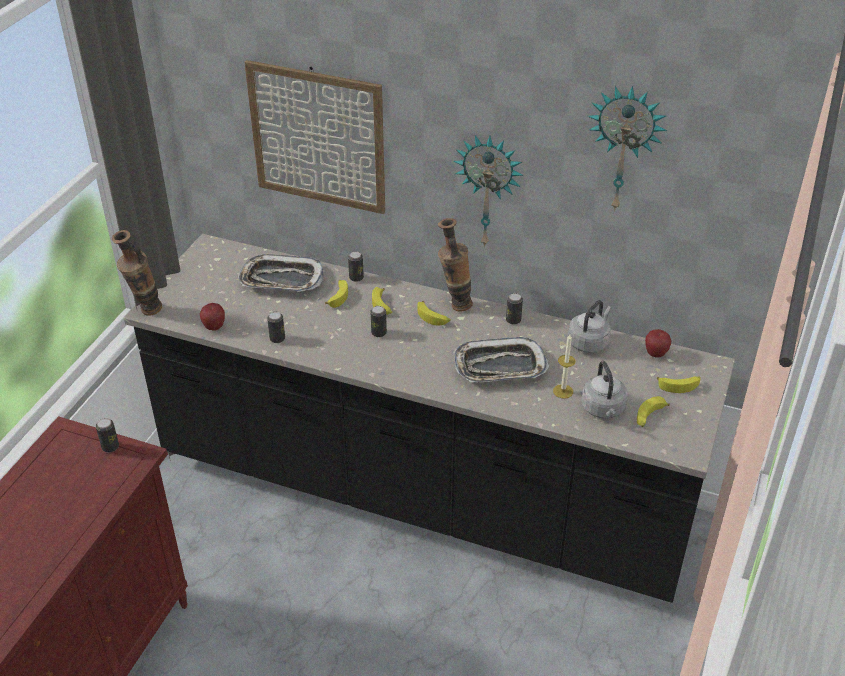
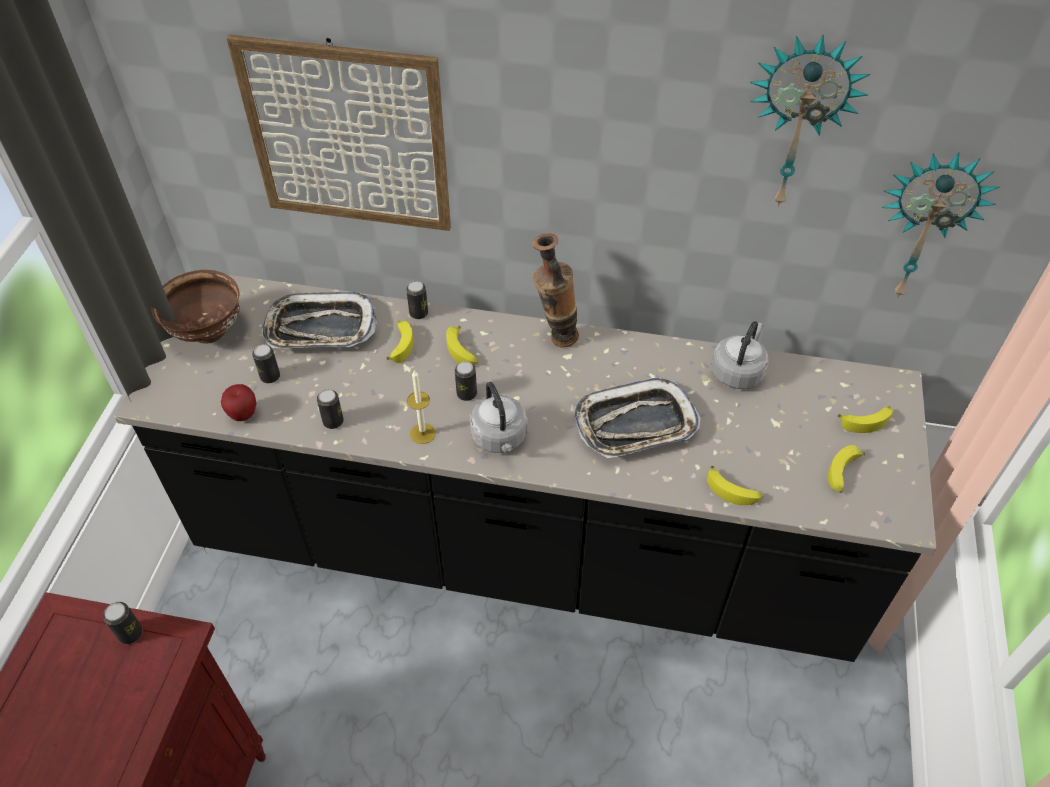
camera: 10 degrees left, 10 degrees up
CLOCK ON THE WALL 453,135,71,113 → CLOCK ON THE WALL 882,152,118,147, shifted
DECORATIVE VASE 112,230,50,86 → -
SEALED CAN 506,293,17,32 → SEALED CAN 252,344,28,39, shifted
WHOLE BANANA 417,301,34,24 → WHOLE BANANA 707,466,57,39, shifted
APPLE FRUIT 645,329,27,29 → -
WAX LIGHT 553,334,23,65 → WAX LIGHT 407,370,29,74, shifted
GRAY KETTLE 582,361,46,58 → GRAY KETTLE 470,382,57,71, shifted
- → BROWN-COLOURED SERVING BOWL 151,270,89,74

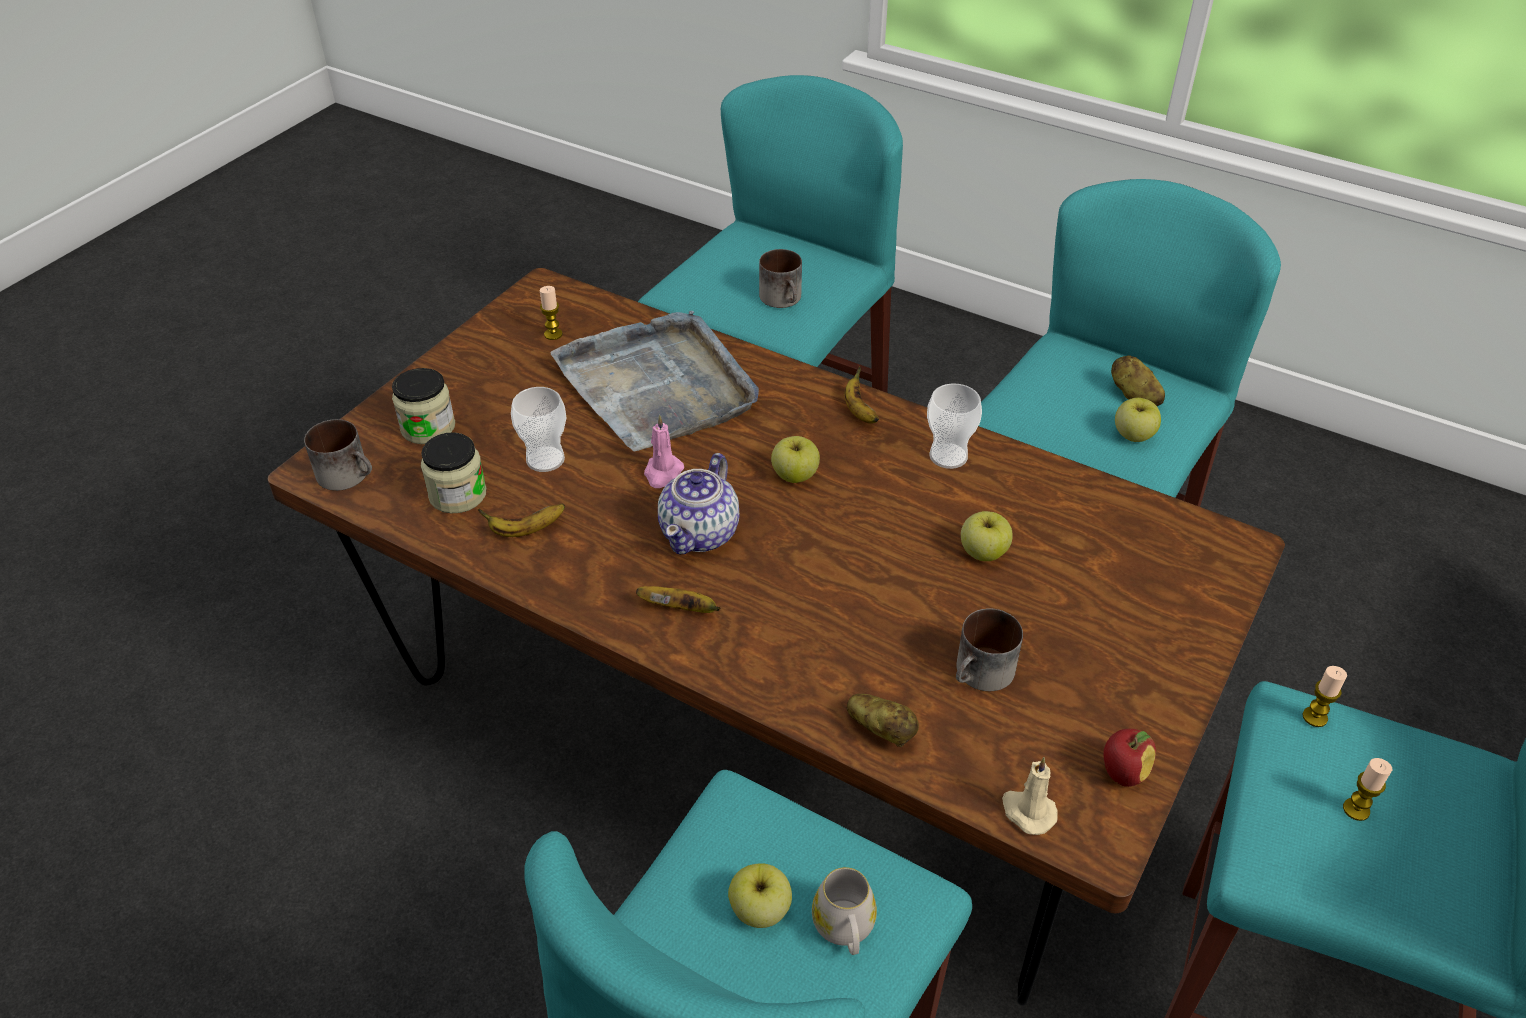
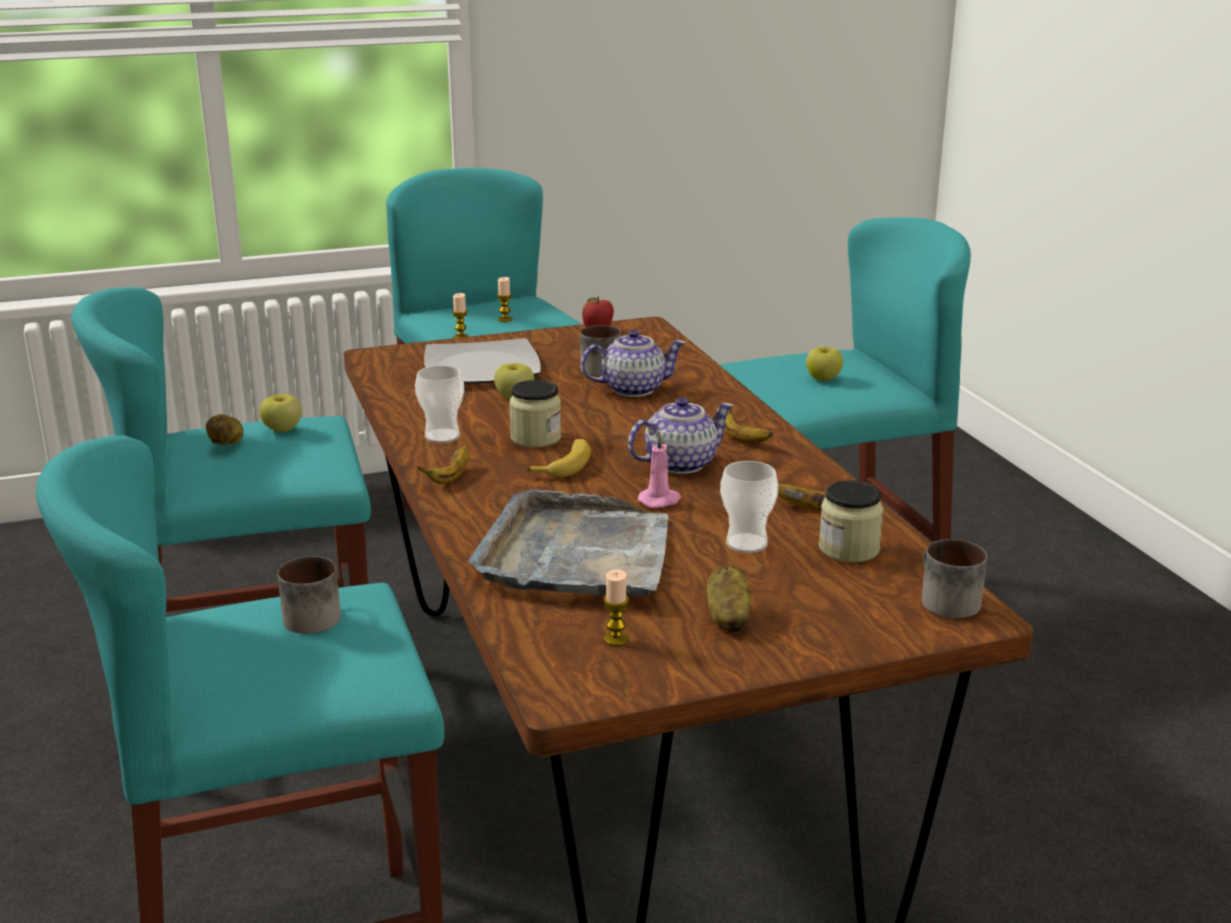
camera: 140 degrees left, 20 degrees down
PRESERVE JAR 392,368,63,76 → PRESERVE JAR 509,380,52,68, shifted
APPLE FRUIT 771,436,49,47 → WHOLE BANANA 527,439,64,38
WHOLE POTATO 847,694,72,53 → WHOLE POTATO 707,565,44,68, shifted
SAND-COLOURED WAX LIGHT 1002,757,56,78 → -
WHITE COFFEE MUG 812,867,65,88 → -
- → TEA POT 581,330,105,67
- → PLATE 424,338,117,46

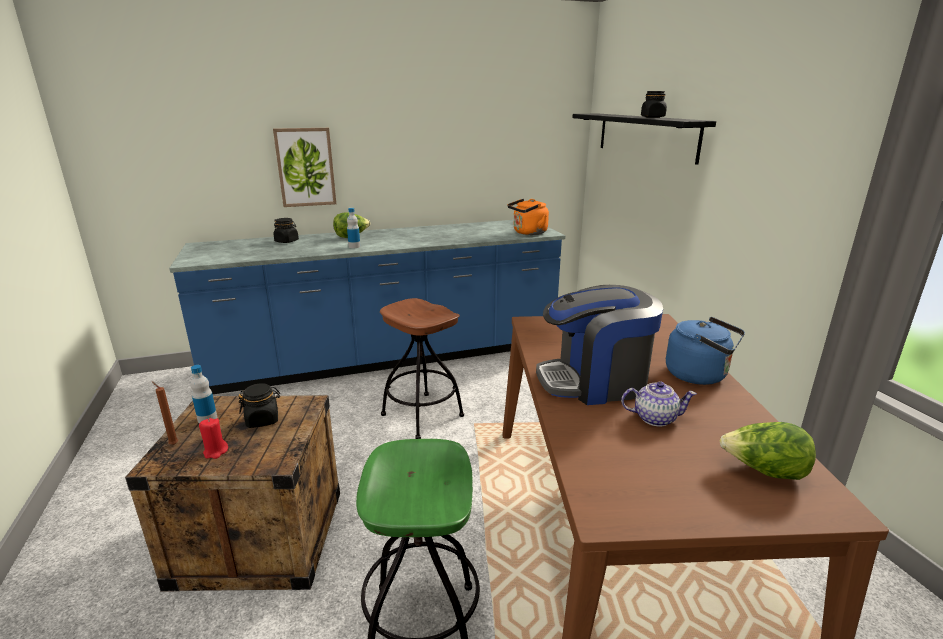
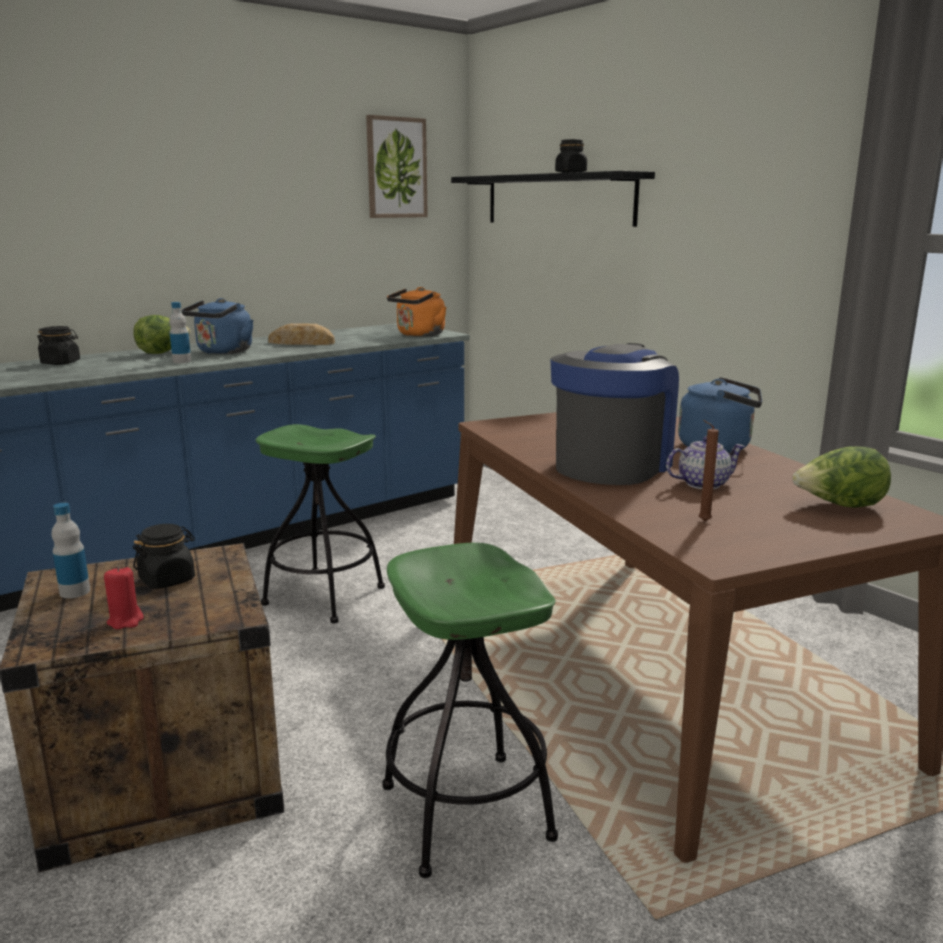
camera: 20 degrees left, 5 degrees down
PICTURE 273,128,63,79 → PICTURE 366,115,62,103, shifted
COFFEE BREWER 536,285,127,120 → COFFEE BREWER 550,343,129,142, 150 degrees clockwise
BROWN-COLOURED STOOL SEAT 380,298,84,141 → GREEN STOOL SEAT 256,424,129,199
BROWN-COLOURED WAX LIGHT 152,381,26,64 → BROWN-COLOURED WAX LIGHT 699,420,20,102, shifted
- → BLUE-COLOURED KETTLE 182,298,72,56
- → BAKED BREAD 268,323,67,22

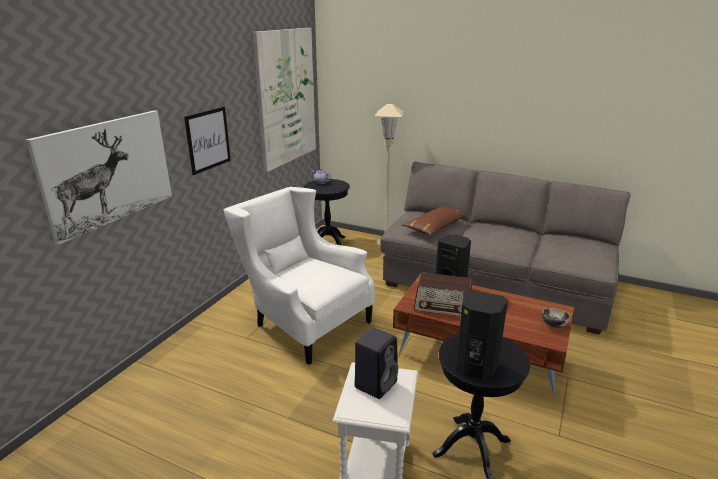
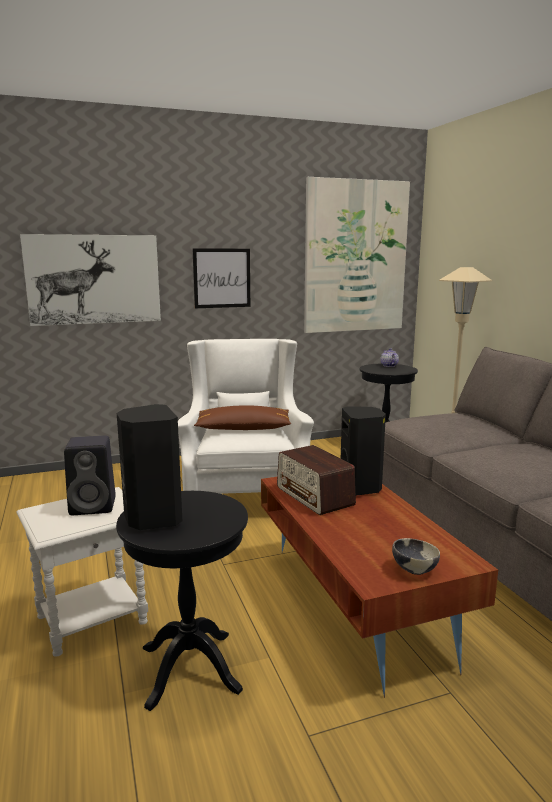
camera: 45 degrees right, 10 degrees down
BROWN-COLOURED PILLOW 402,206,66,29 → BROWN-COLOURED PILLOW 194,405,97,25, shifted

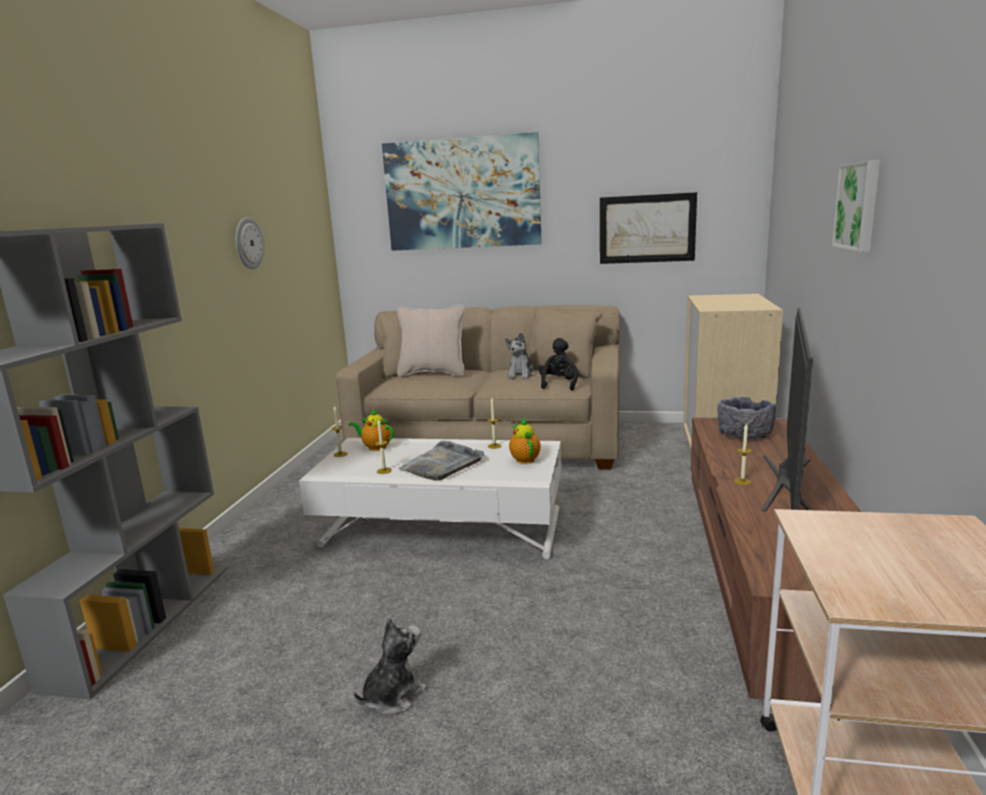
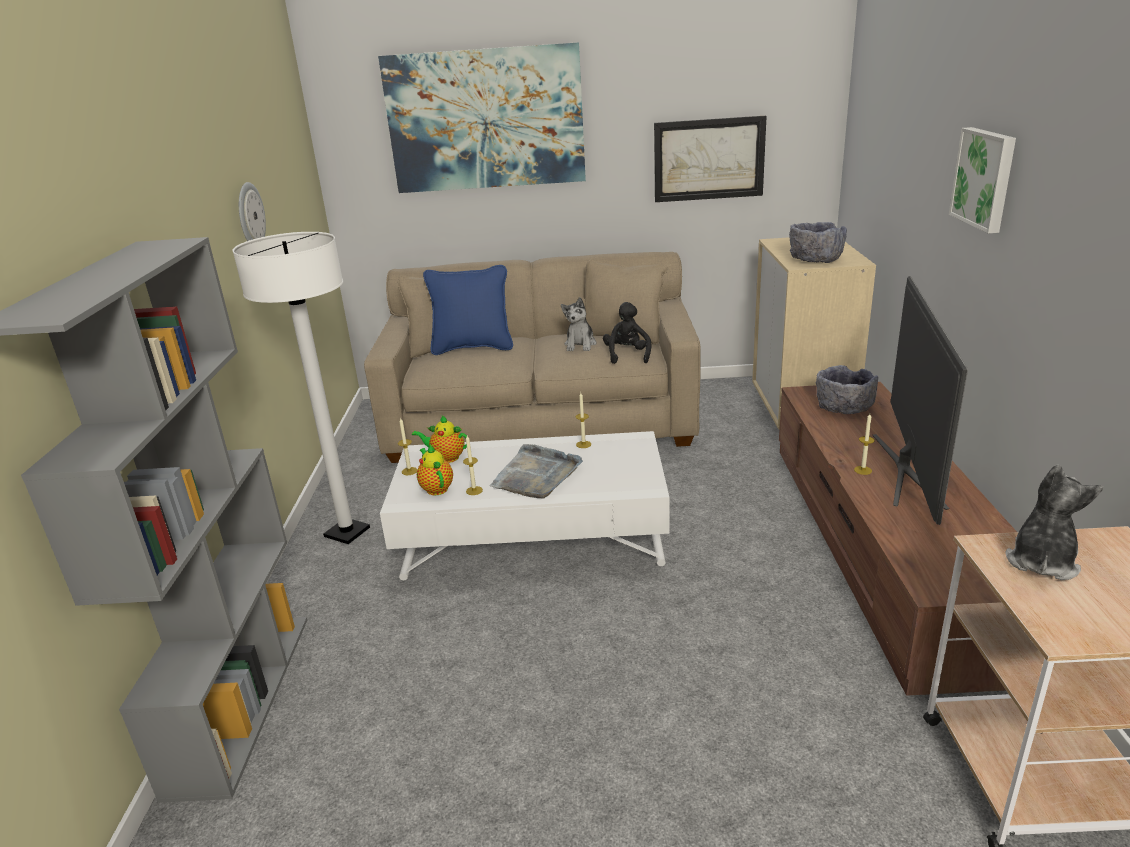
camera: 10 degrees left, 10 degrees up
SAND-COLOURED PILLOW 397,305,68,72 → BLUE-COLOURED PILLOW 423,265,90,90
TEA POT 509,417,32,47 → TEA POT 417,444,36,51, shifted
SOFT TOY 354,618,73,97 → SOFT TOY 1005,464,98,116, shifted
- → GRAY SERVING BOWL 789,222,58,41
- → WHITE FLOOR LAMP 232,232,138,312

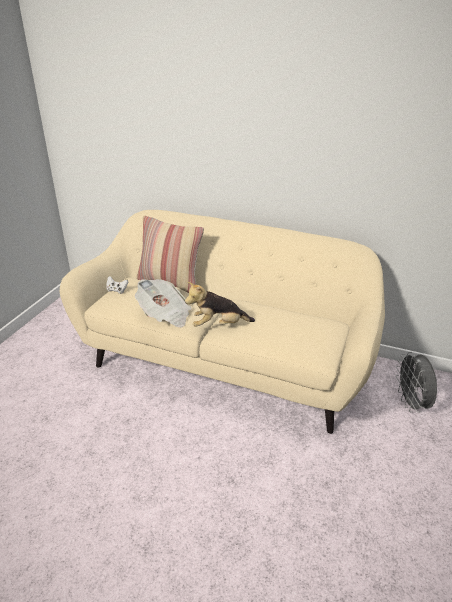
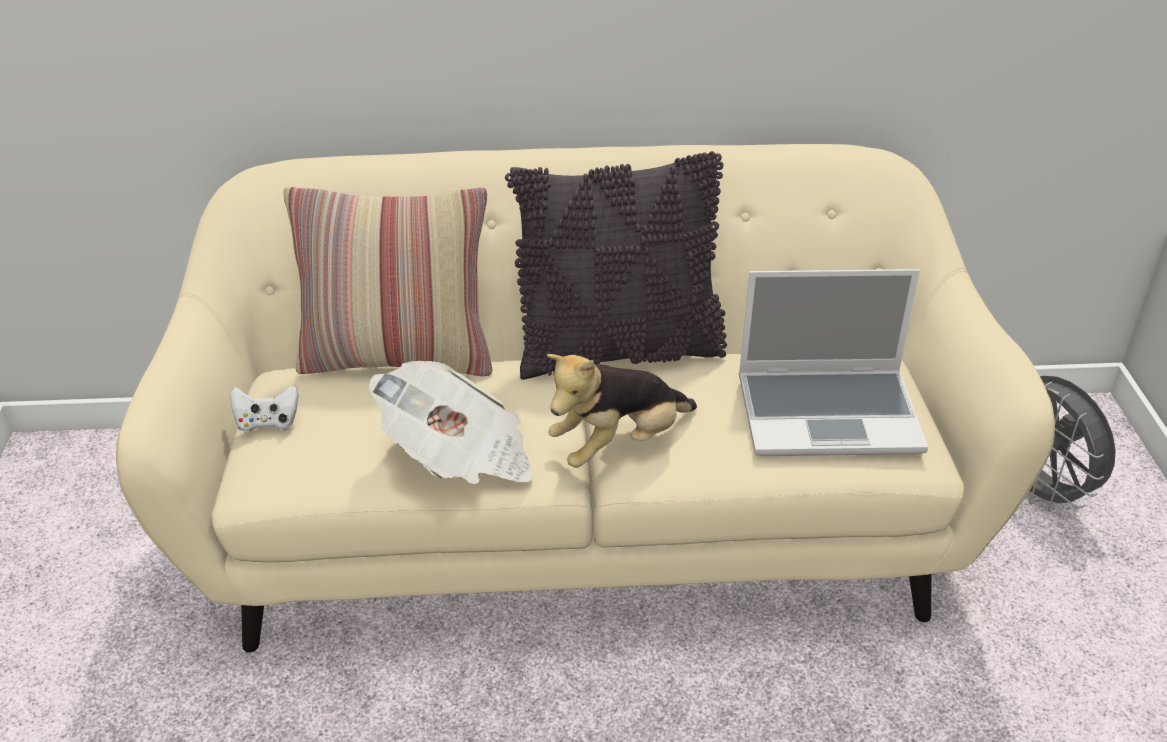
camera: 25 degrees left, 5 degrees up
- → BLACK PILLOW 505,151,222,229
- → NOTEBOOK COMPUTER 739,269,189,187

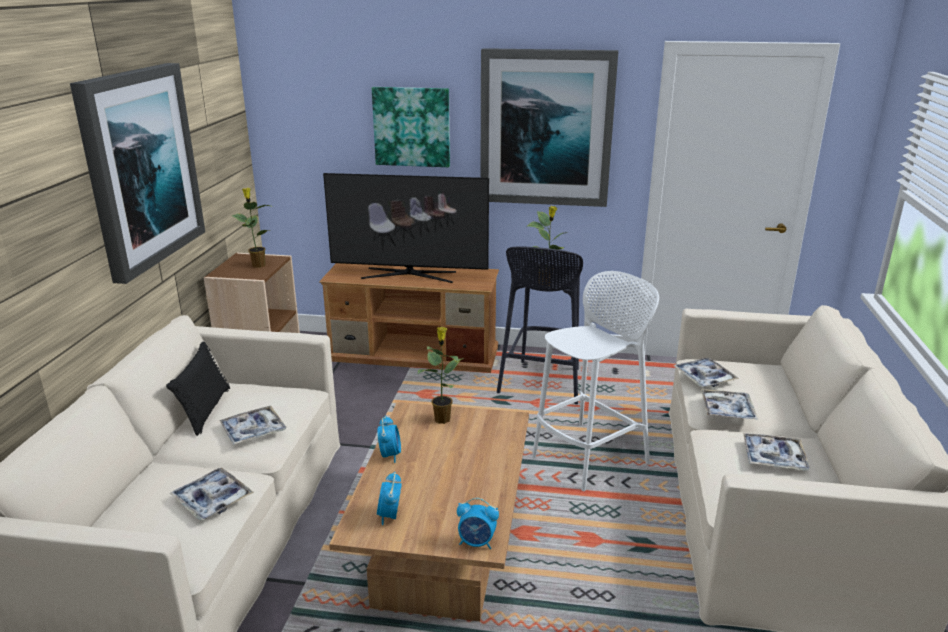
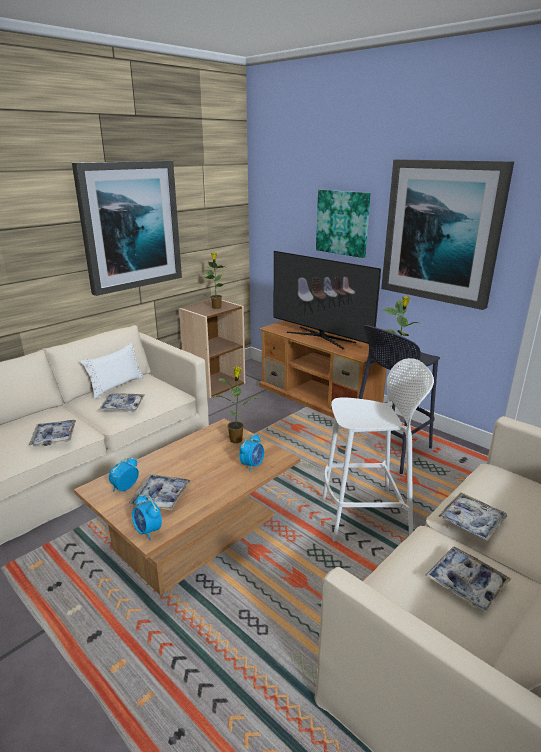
camera: 35 degrees right, 0 degrees up
BLACK PILLOW 166,341,64,95 → WHITE PILLOW 81,343,63,56
TRAY 673,358,66,29 → TRAY 129,474,62,36, shifted
ALARM CLOCK 377,416,24,47 → ALARM CLOCK 239,434,25,38, shifted

